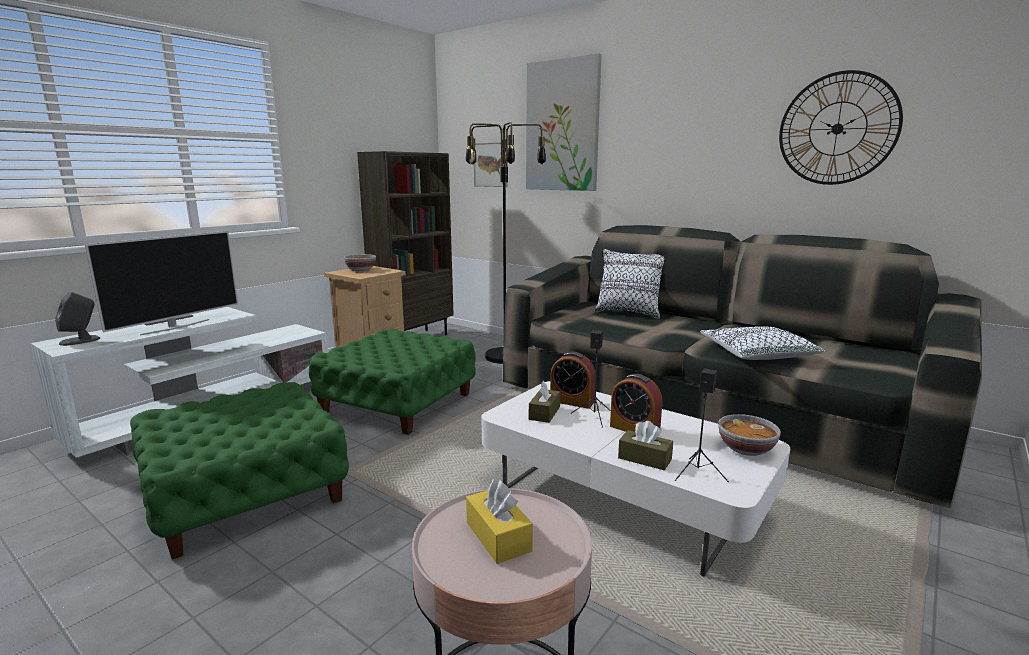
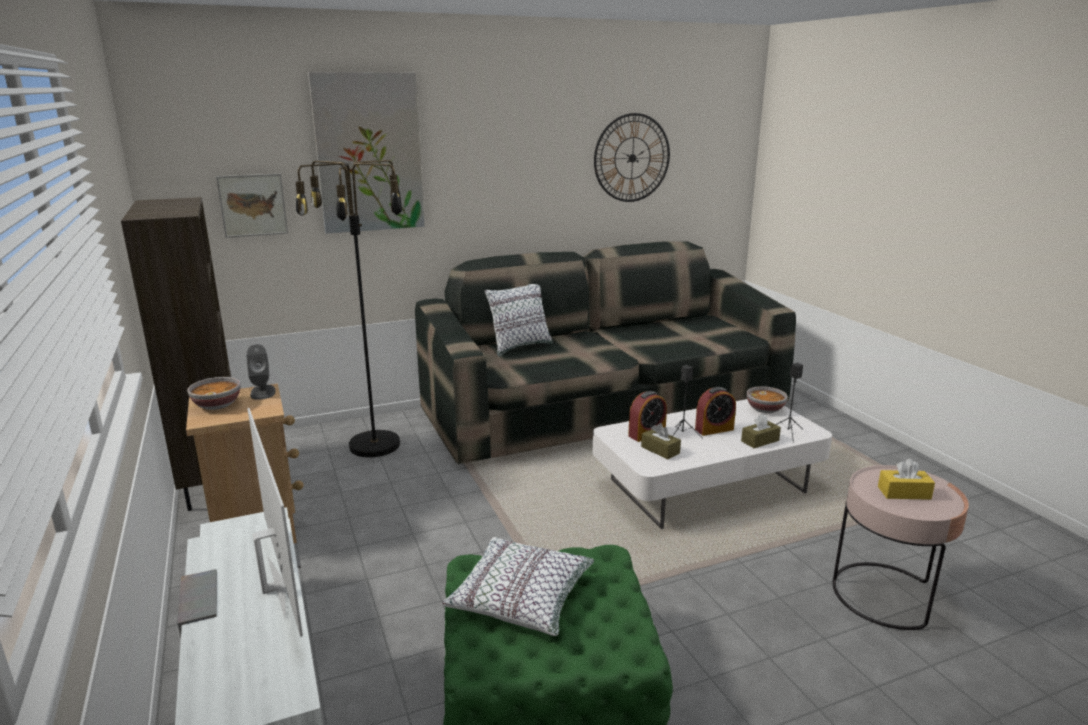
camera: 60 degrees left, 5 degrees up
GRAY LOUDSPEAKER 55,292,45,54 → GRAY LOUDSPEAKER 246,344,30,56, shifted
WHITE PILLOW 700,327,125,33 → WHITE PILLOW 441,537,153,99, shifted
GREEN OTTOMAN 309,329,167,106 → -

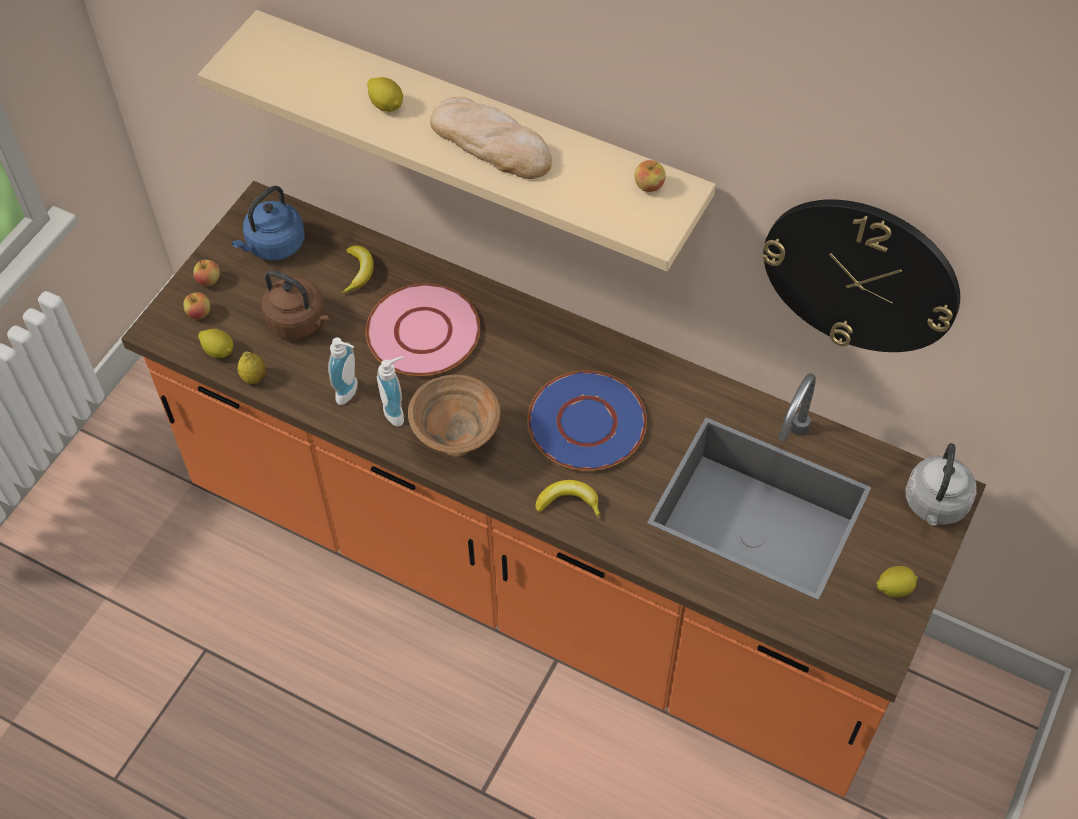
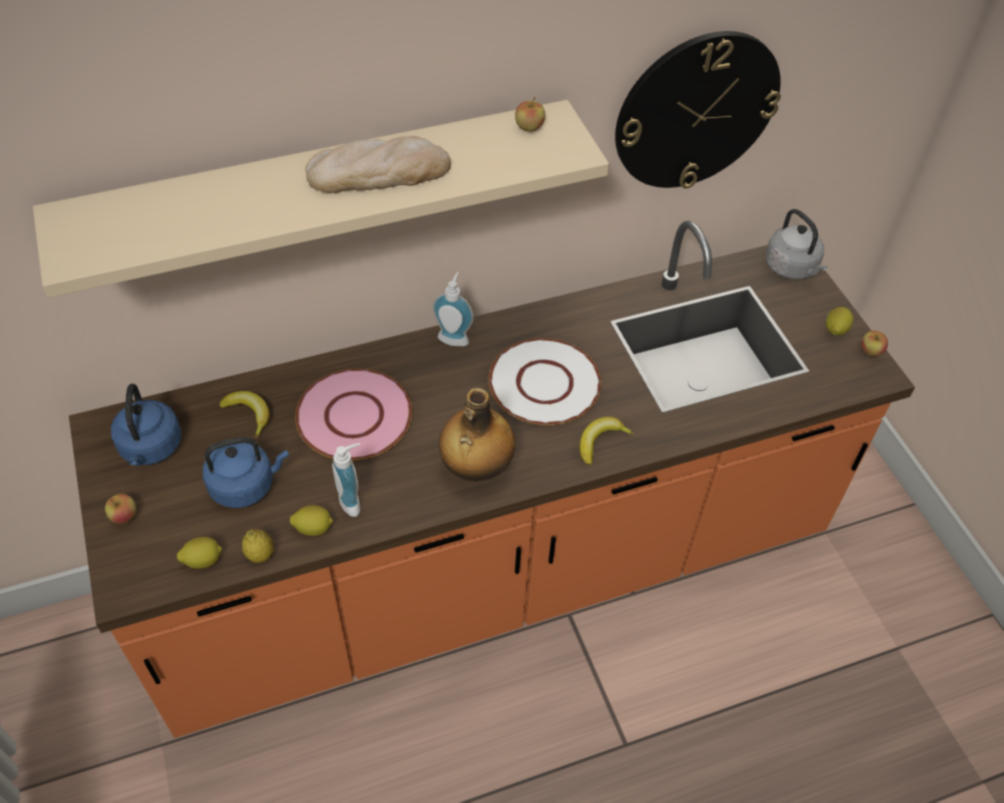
camera: 50 degrees left, 5 degrees down
CITRUS FRUIT 367,77,36,35 → CITRUS FRUIT 290,505,43,31, shifted
BROWN-COLOURED KETTLE 261,270,70,69 → BLUE-COLOURED KETTLE 203,437,86,71
APPLE FRUIT 183,292,27,27 → APPLE FRUIT 861,330,27,26, shifted
SOAP BOTTLE 377,356,27,71 → SOAP BOTTLE 432,272,42,74, shifted
BLUE-COLOURED PLATE 527,371,120,100 → WHITE PLATE 489,338,112,87
BROWN-COLOURED SERVING BOWL 408,375,92,82 → BOTTLE 439,388,76,94

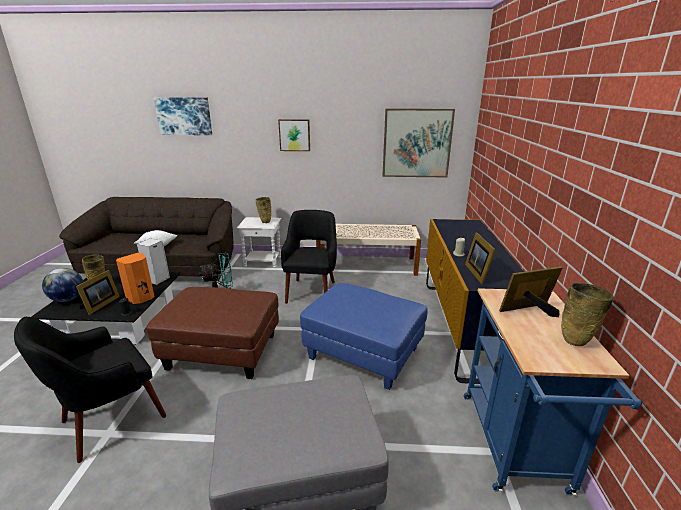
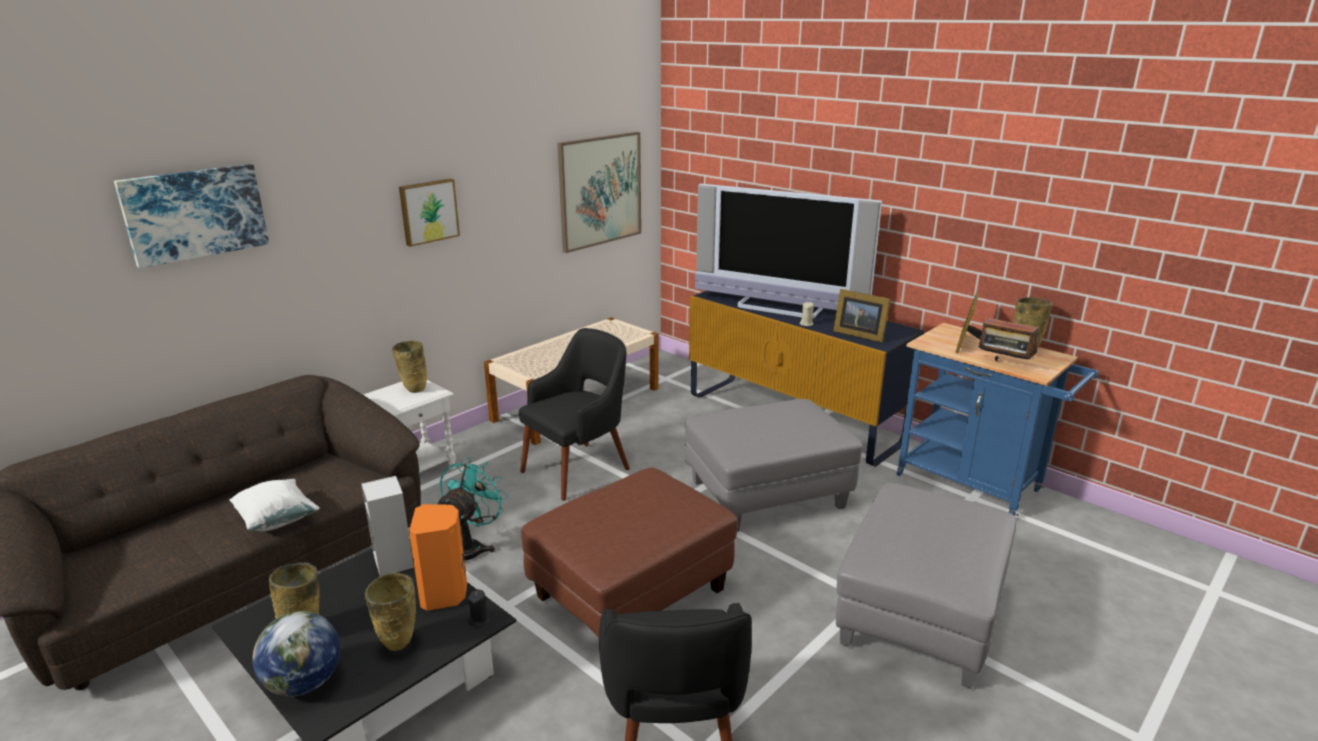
camera: 50 degrees left, 0 degrees up
BLACK LOUNGE CHAIR 281,210,56,94 → BLACK LOUNGE CHAIR 519,328,111,173, 90 degrees clockwise
PHOTO FRAME 76,270,44,45 → SAND-COLOURED DECORATIVE VASE 365,573,51,78
BLUE-COLOURED OTTOMAN 300,283,128,107 → GRAY OTTOMAN 685,399,178,133
- → TELEVISION 695,184,187,134
- → RADIO SET 979,312,60,49

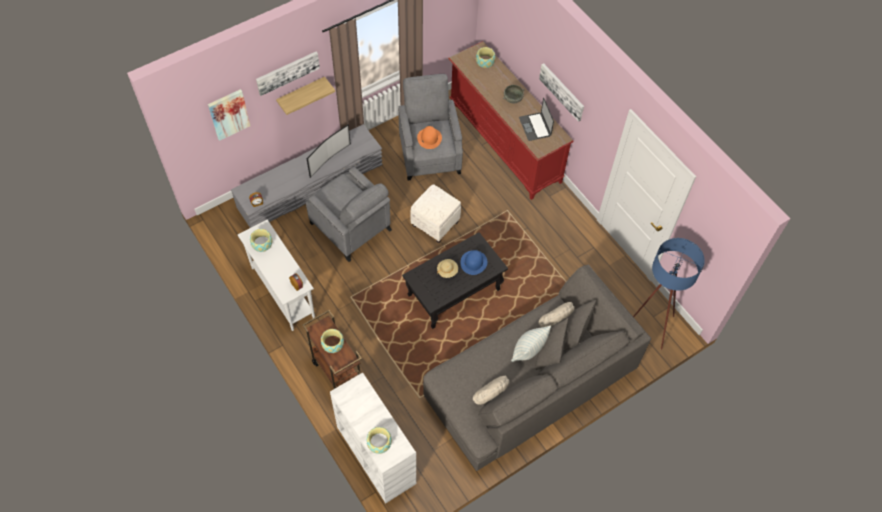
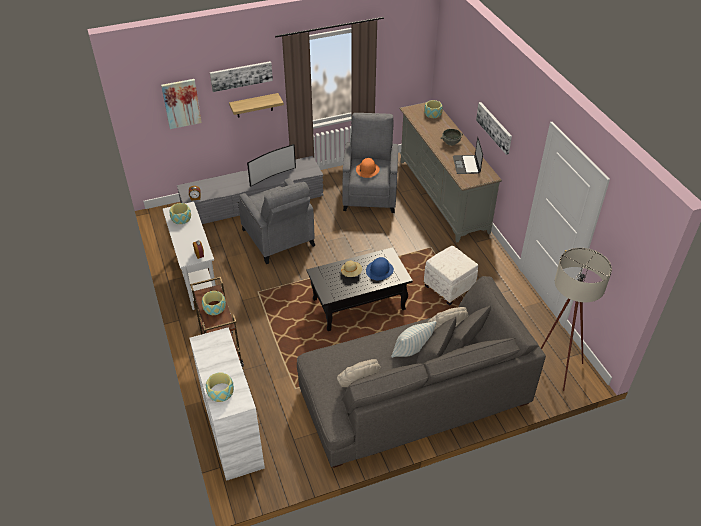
camera: 15 degrees right, 15 degrees down
REDDISH STORAGE CABINET 448,41,126,159 → GRAY STORAGE CABINET 399,102,103,140
WHITE OTTOMAN 410,184,51,59 → WHITE OTTOMAN 424,246,54,60, shifted
BLUE-COLOURED FLOOR LAMP 633,238,72,112 → SAND-COLOURED FLOOR LAMP 541,248,71,143

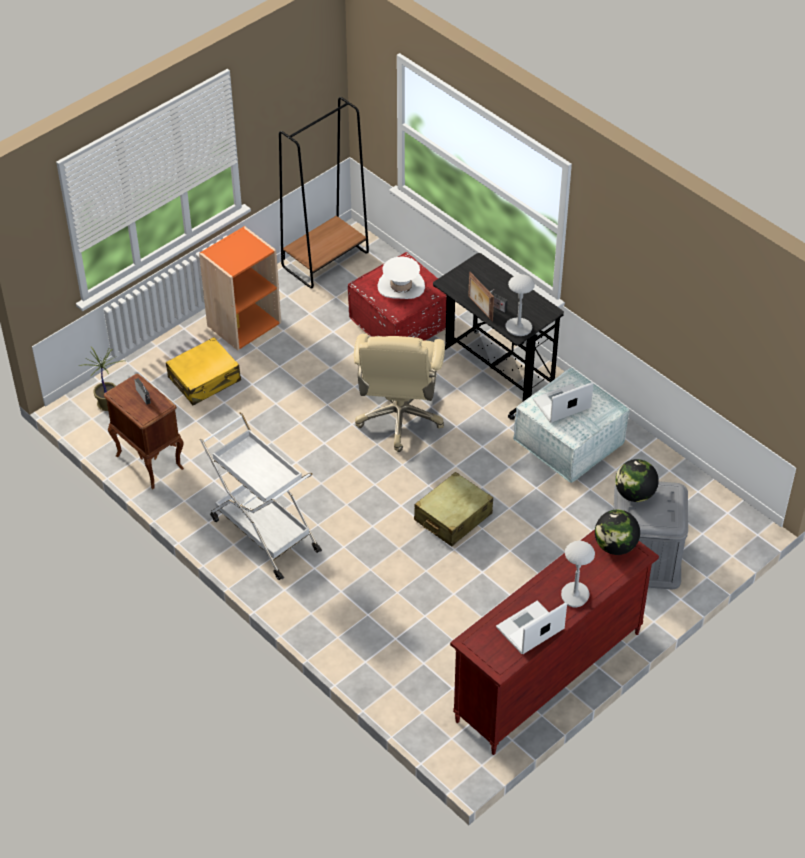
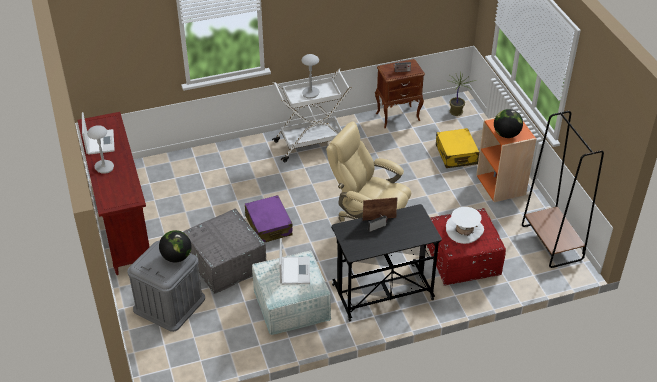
camera: 115 degrees right, 5 degrees down
GRAY TABLETOP LAMP 505,274,30,62 → GRAY TABLETOP LAMP 301,54,18,45, shifted
SAND-COLOURED SUITCASE 414,472,79,74 → PURPLE-COLOURED SUITCASE 245,195,48,48
GLOBE 595,510,45,45 → GLOBE 494,109,29,29, shifted
- → GRAY OTTOMAN 183,208,83,86

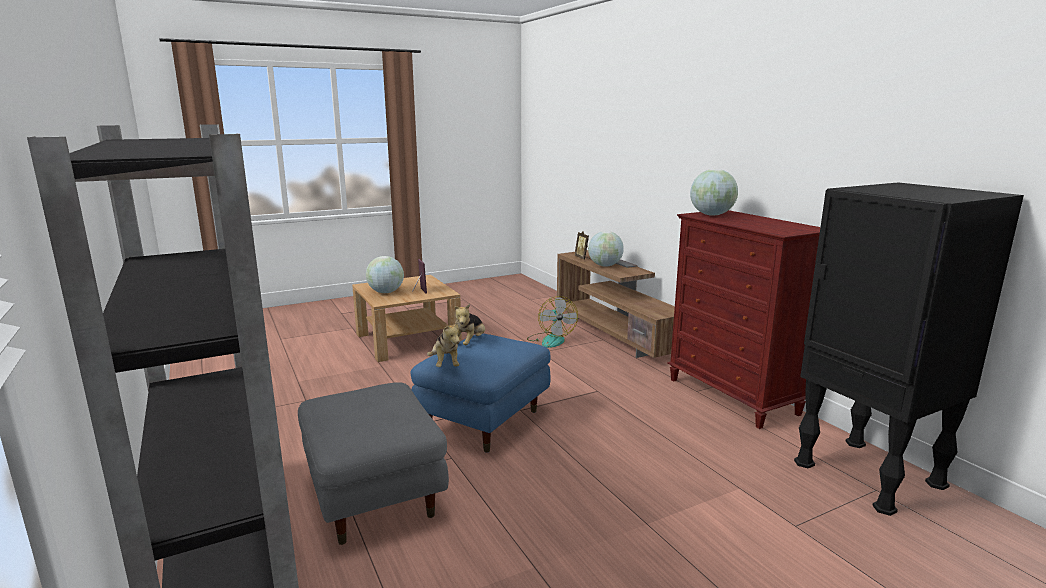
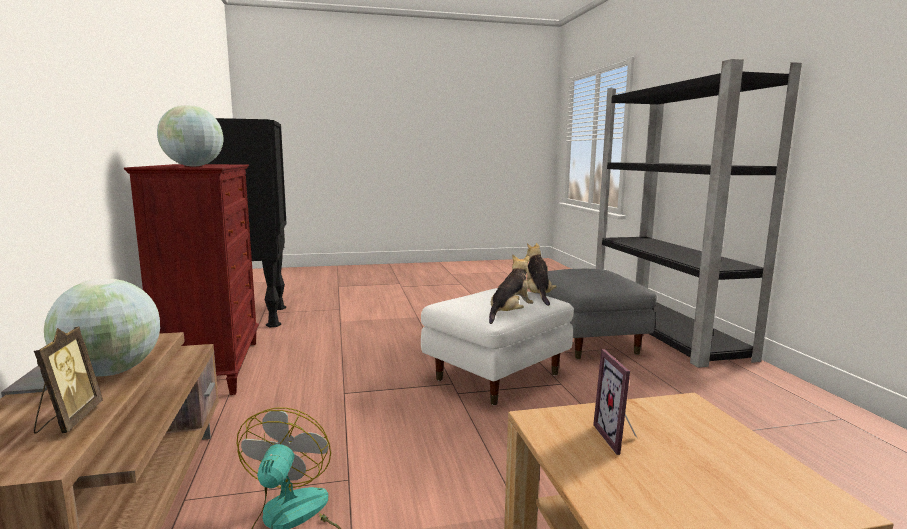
camera: 165 degrees left, 5 degrees down
GLOBE 366,256,38,37 → -
BLUE-COLOURED OTTOMAN 411,334,140,119 → WHITE OTTOMAN 421,288,153,117

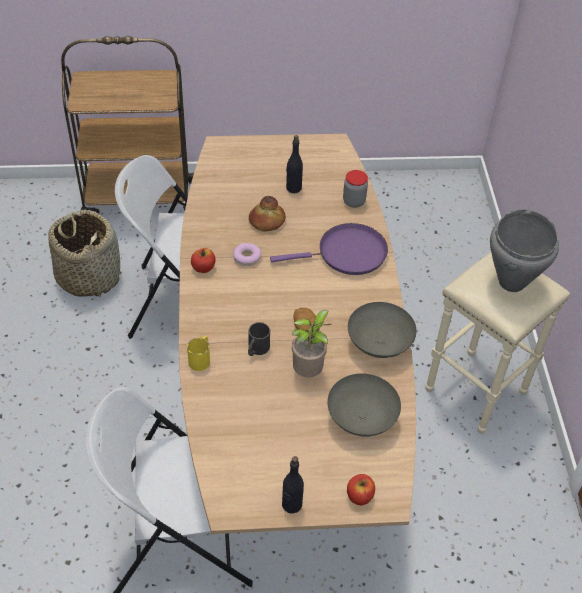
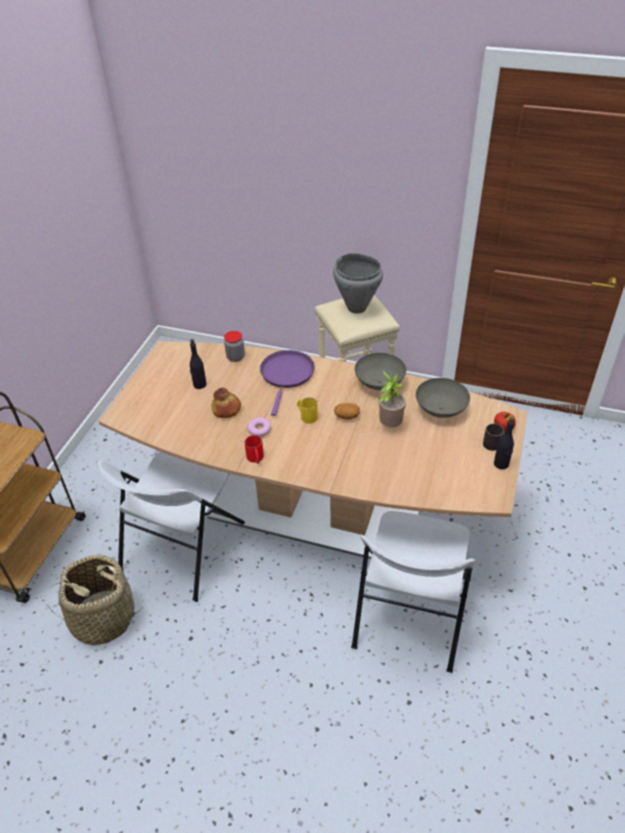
camera: 65 degrees left, 5 degrees down
APPLE FRUIT 191,248,25,25 → REDDISH COFFEE MUG 244,435,20,29
BLACK COFFEE MUG 248,322,22,34 → BLACK COFFEE MUG 483,423,21,28, shifted
YELLOW COFFEE MUG 187,336,23,35 → YELLOW COFFEE MUG 297,397,21,27, shifted

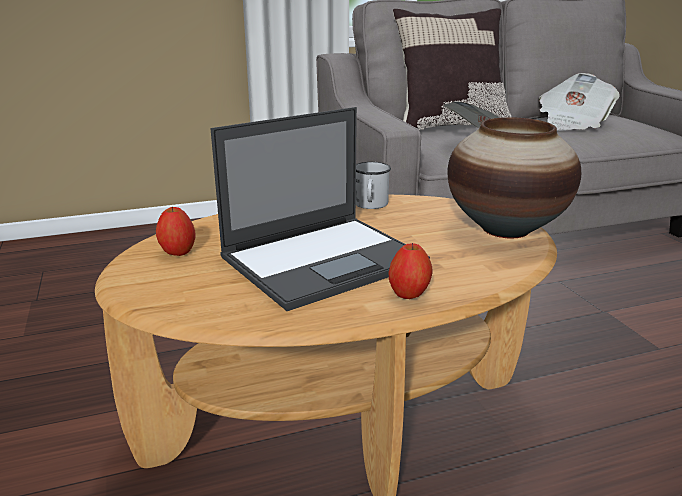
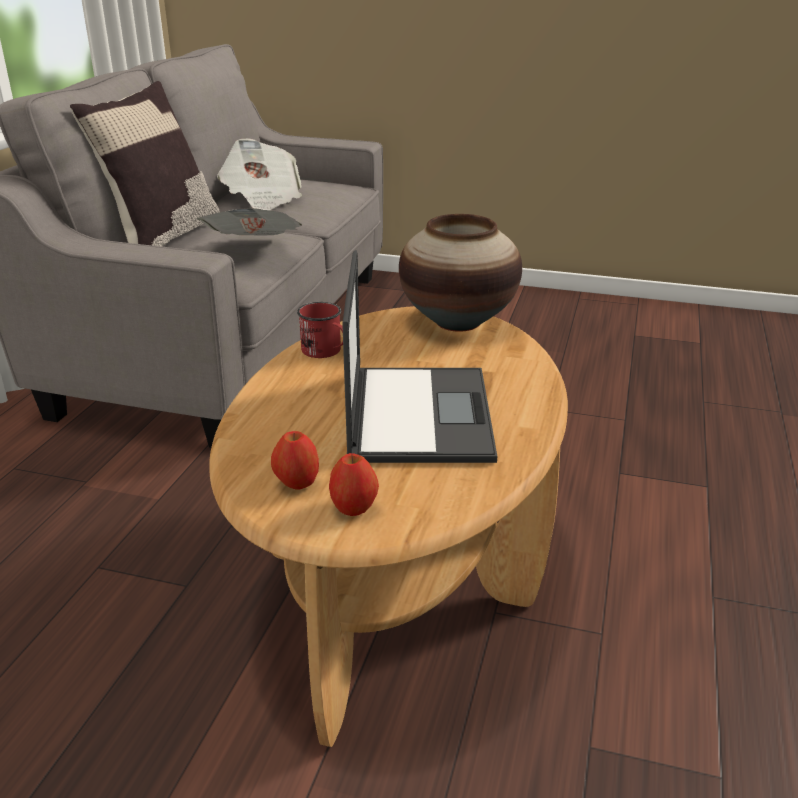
camera: 55 degrees left, 5 degrees up
WHITE COFFEE MUG 356,162,35,47 → REDDISH COFFEE MUG 297,302,46,56
APPLE FRUIT 389,243,43,56 → APPLE FRUIT 329,453,50,63, shifted

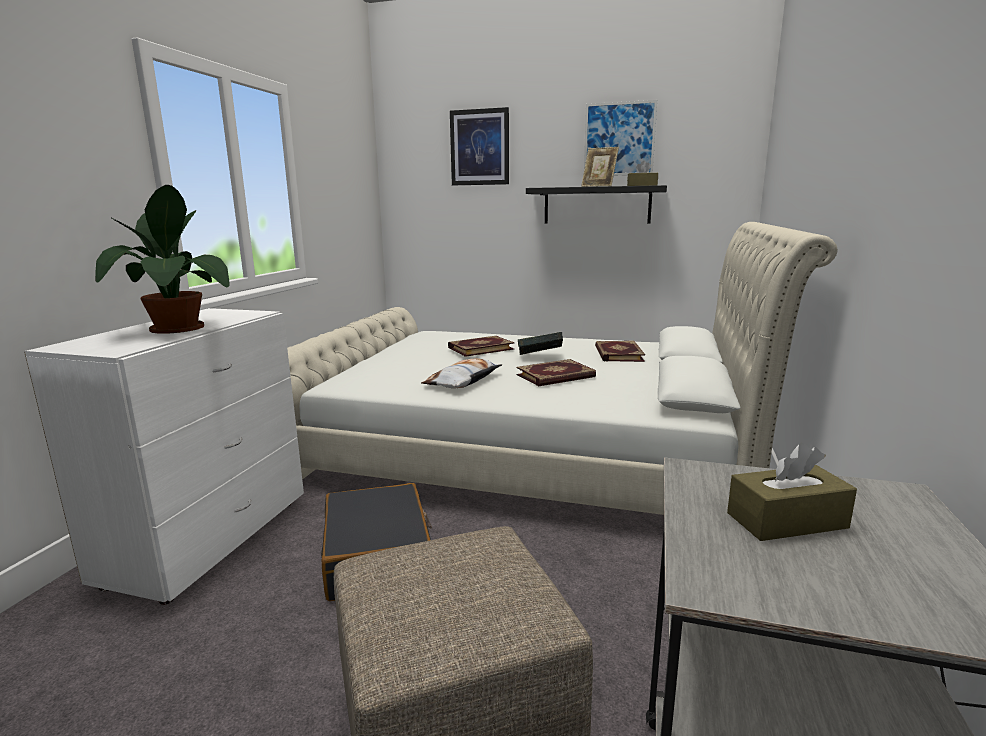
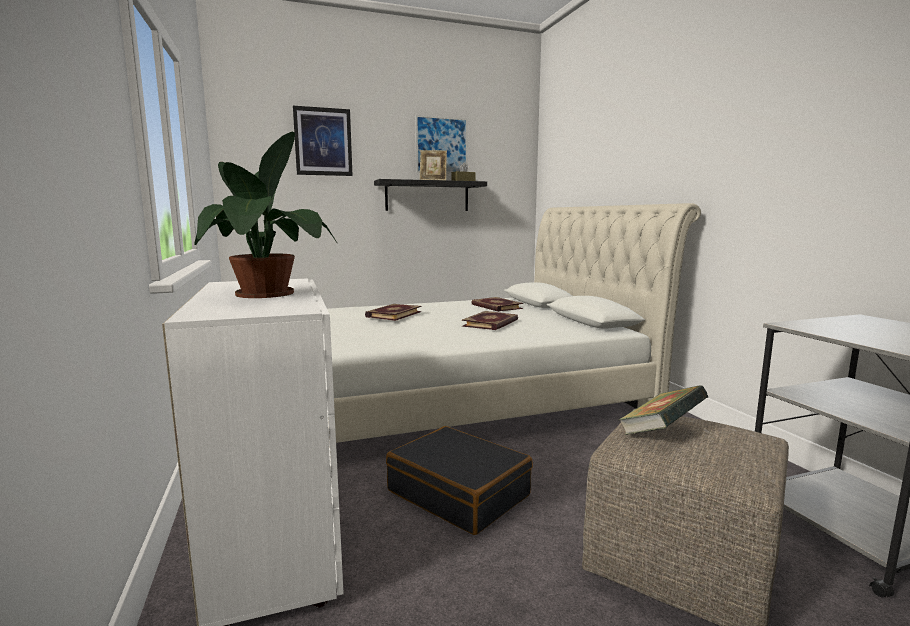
camera: 35 degrees left, 5 degrees down
BOUND BOOK 518,332,45,23 → BOUND BOOK 618,385,90,50, shifted
PILLOW 421,358,81,30 → -
BROWN-COLOURED TISSUE HOLDER 727,443,130,98 → -

